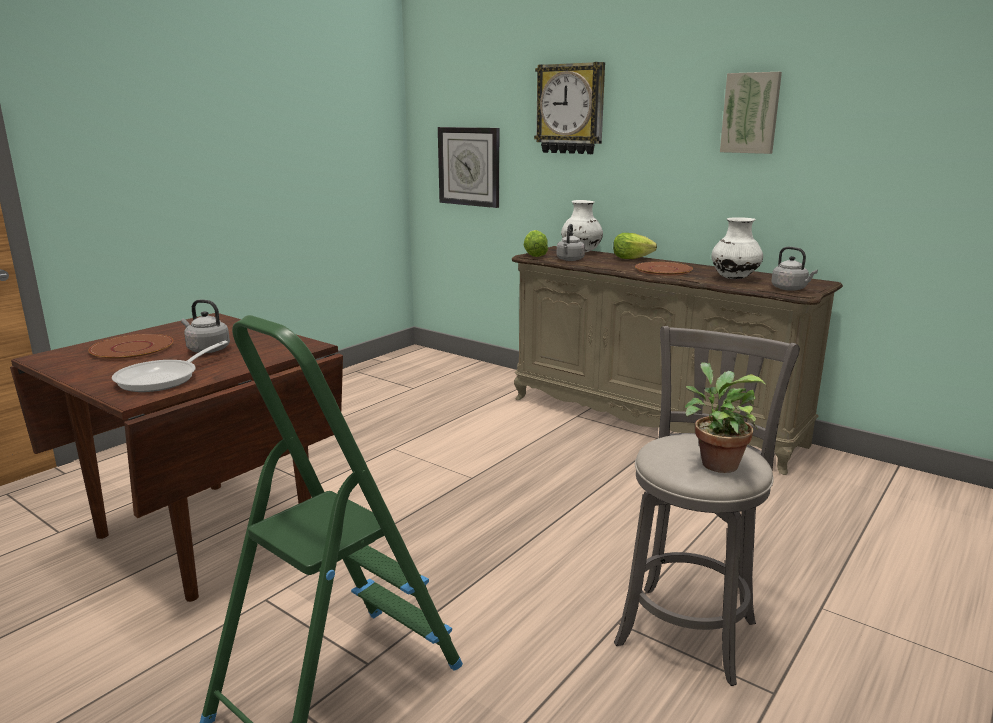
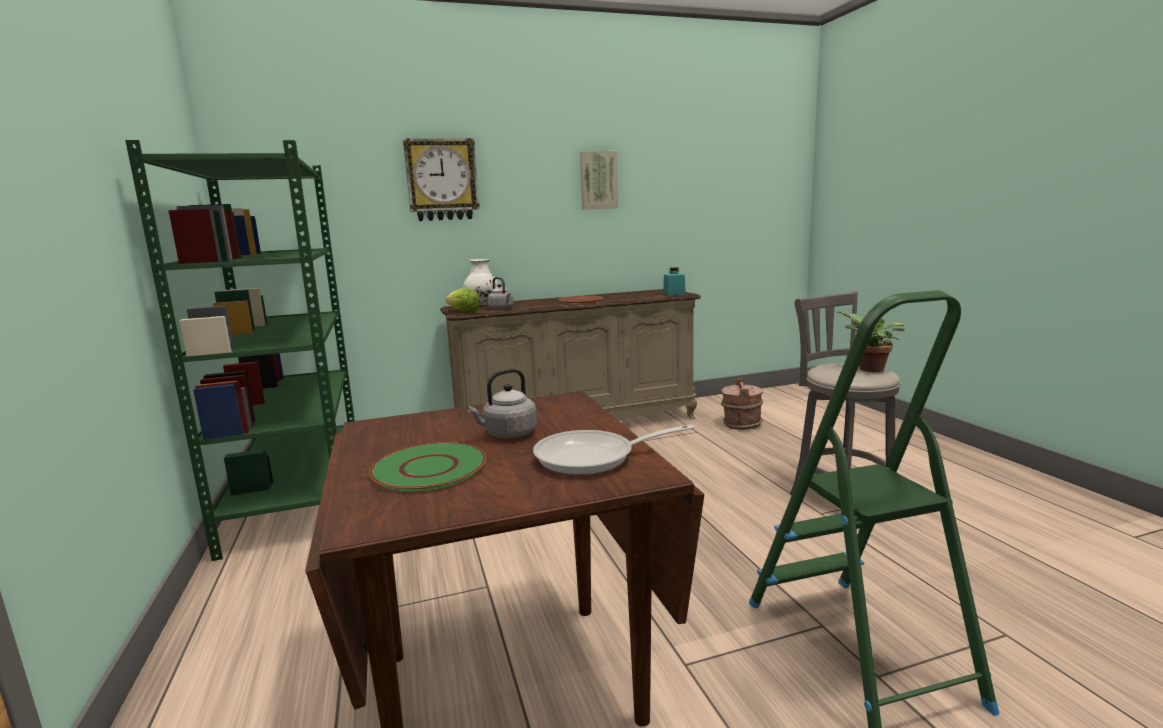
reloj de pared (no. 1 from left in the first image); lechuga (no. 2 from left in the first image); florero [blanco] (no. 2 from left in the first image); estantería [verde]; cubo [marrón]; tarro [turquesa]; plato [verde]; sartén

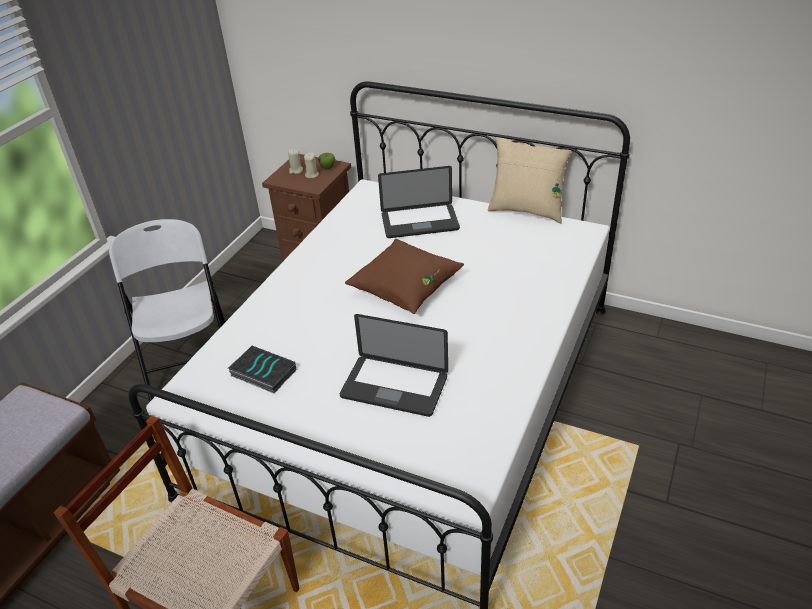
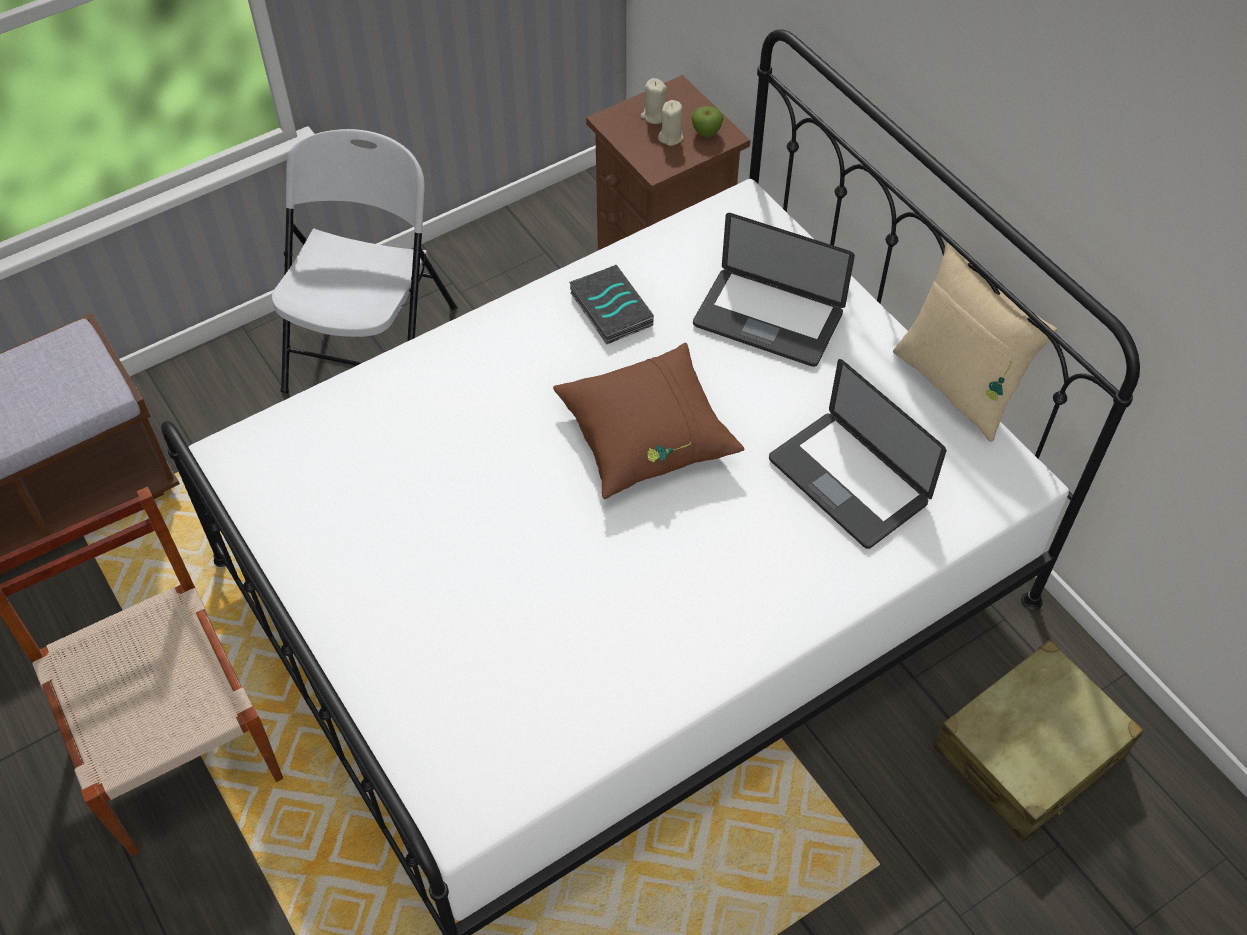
maleta [beis]; libro; portátil (no. 2 from left)

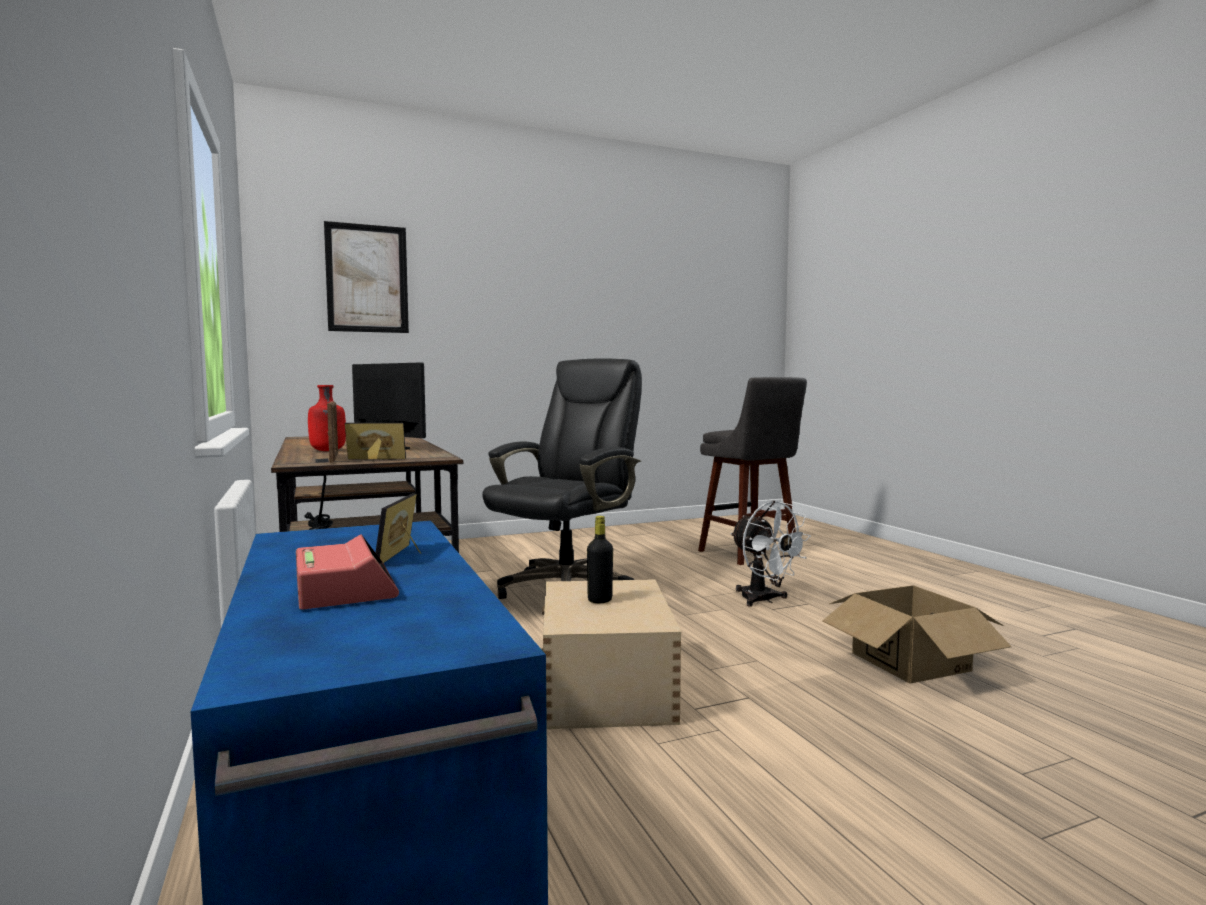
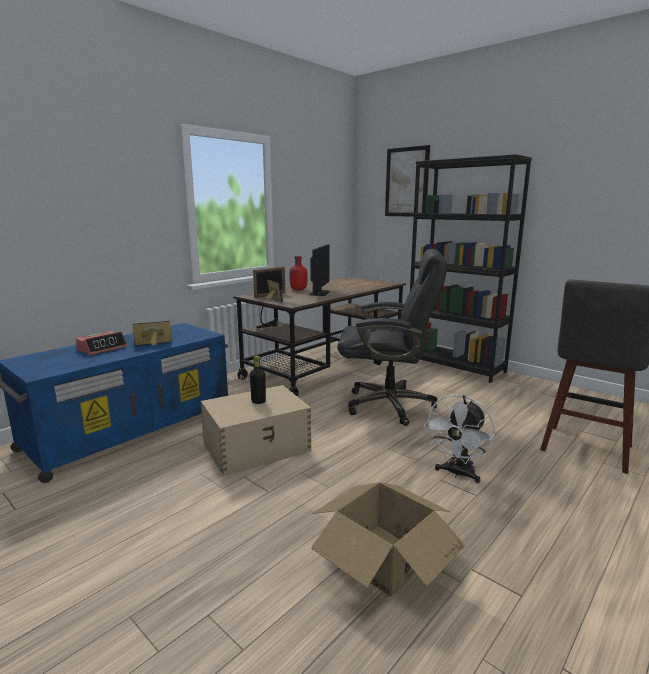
estantería [negro]

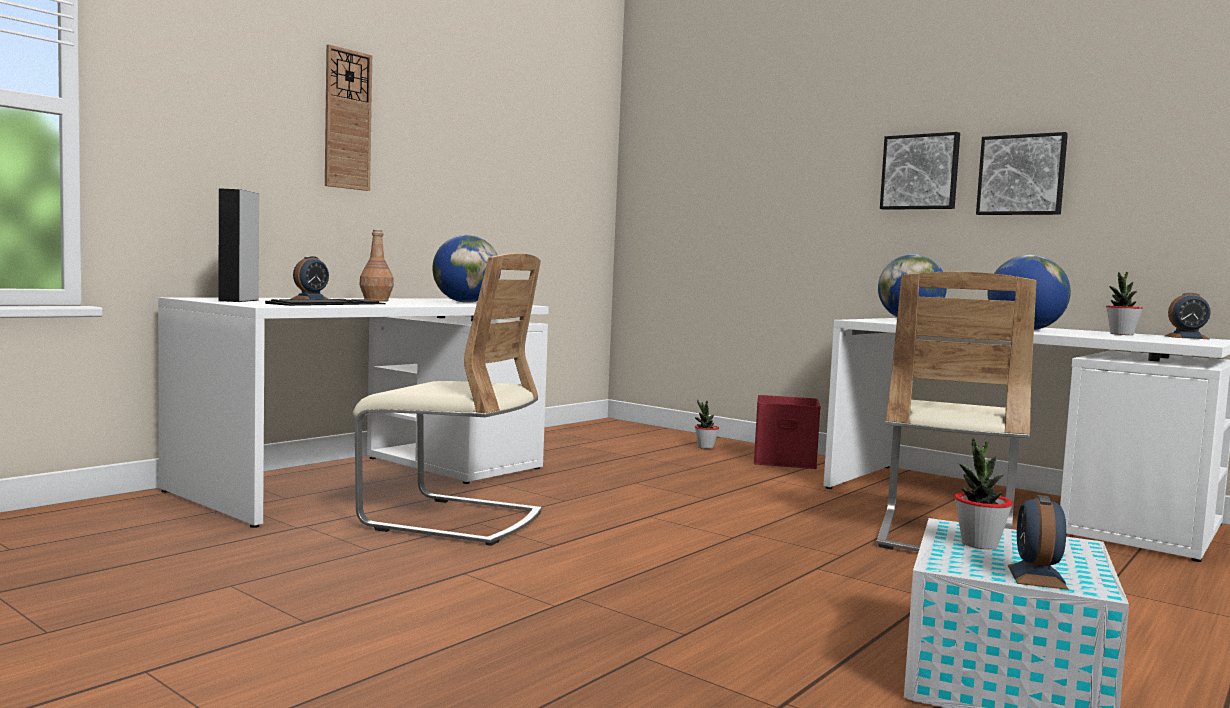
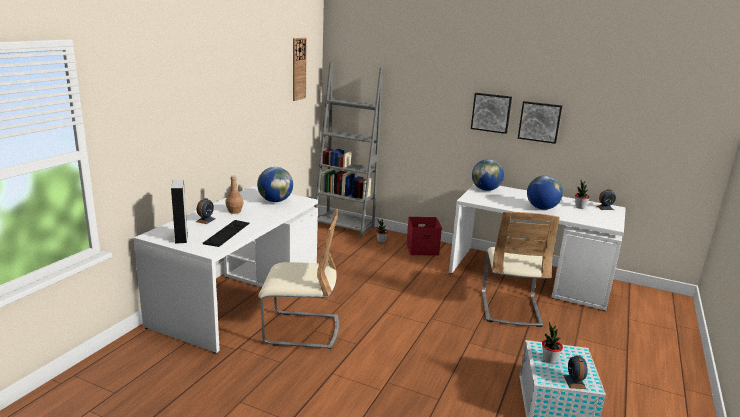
estantería [gris]; reloj de pared

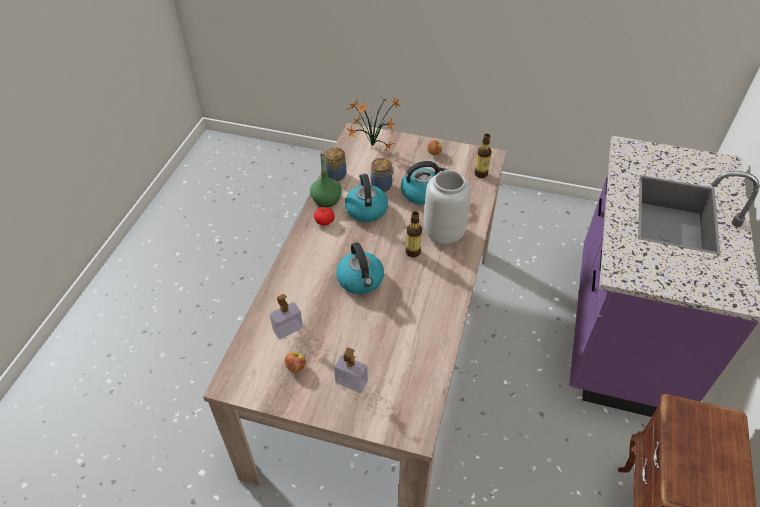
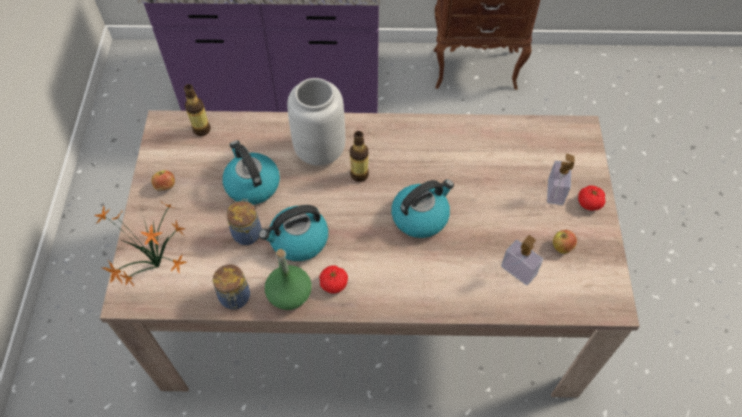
tomate (no. 2 from left)

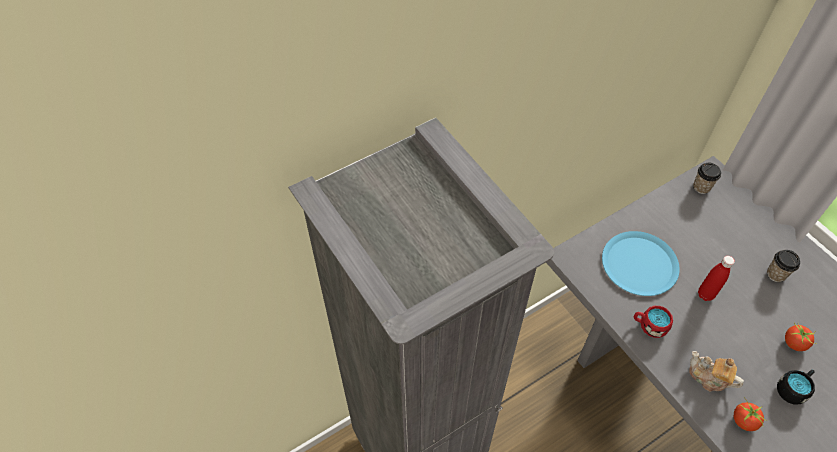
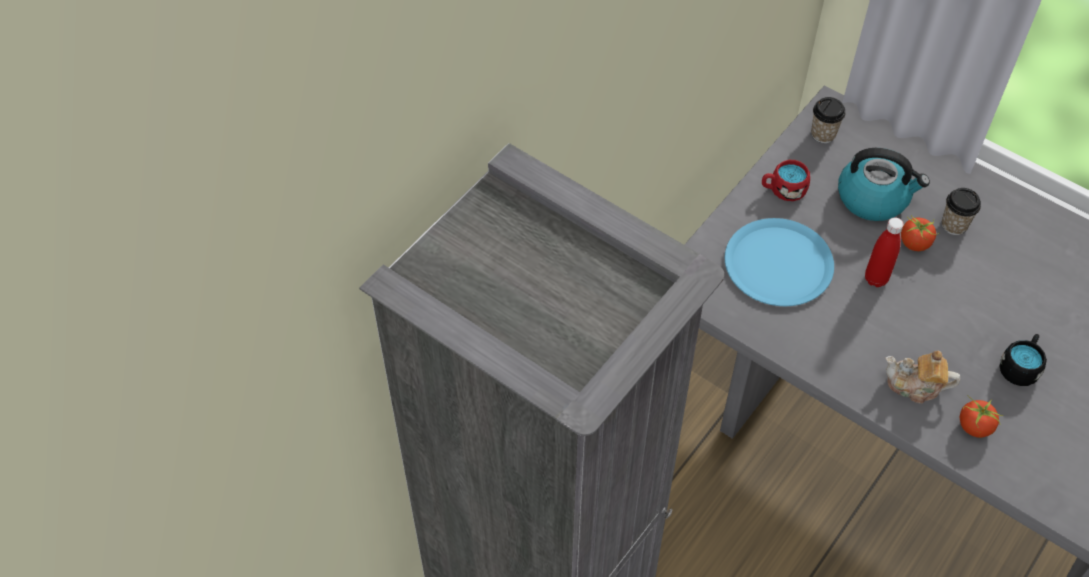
hervidor; taza grande [rojo]; tomate (no. 1 from left)

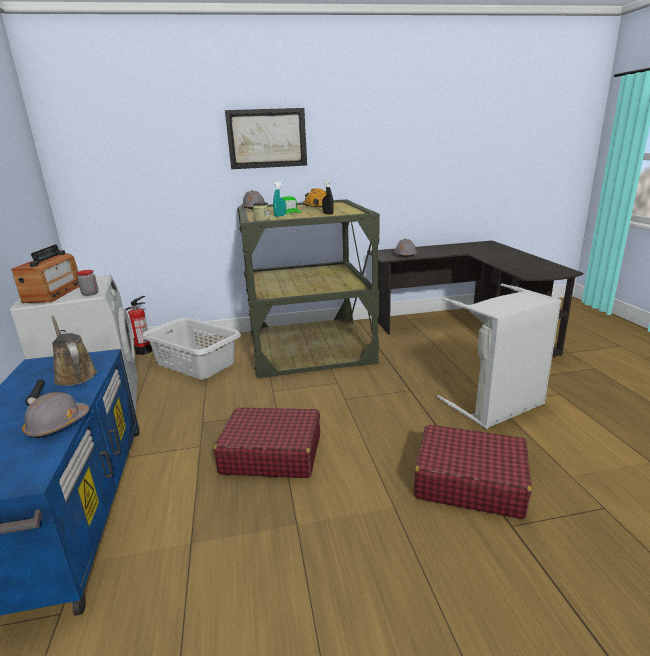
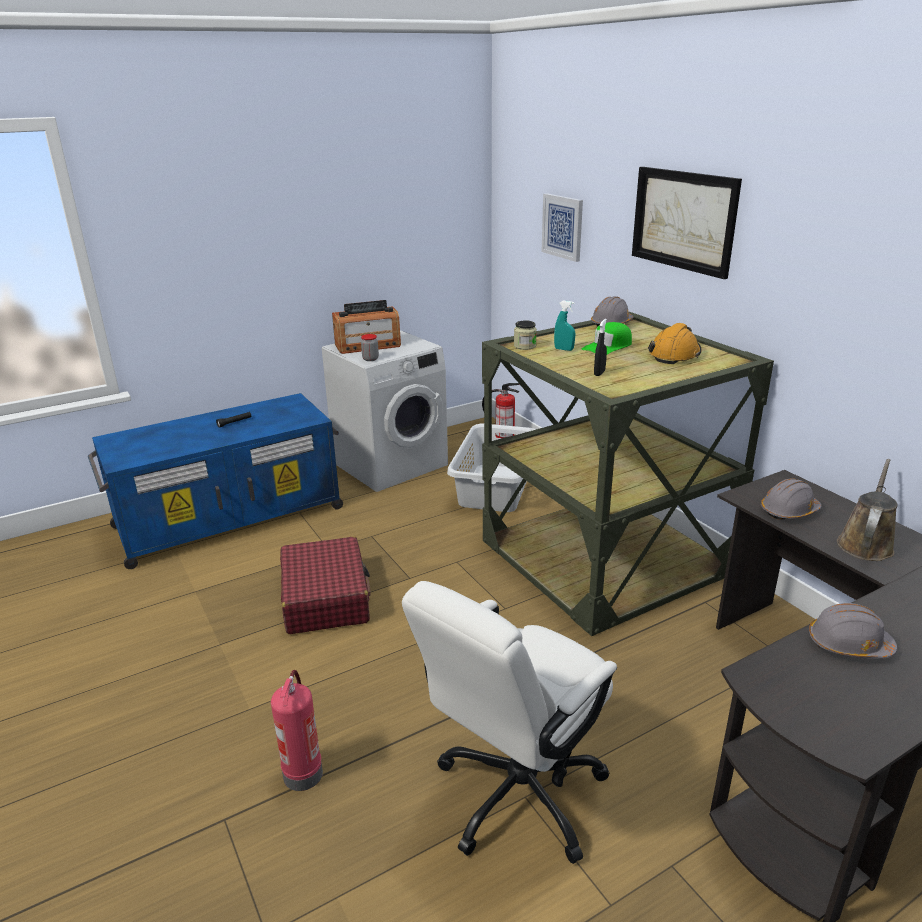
cuadro (no. 1 from left); casco [gris] (no. 3 from left); regadera [marrón]; extintor (no. 1 from left); silla de oficina [blanco]

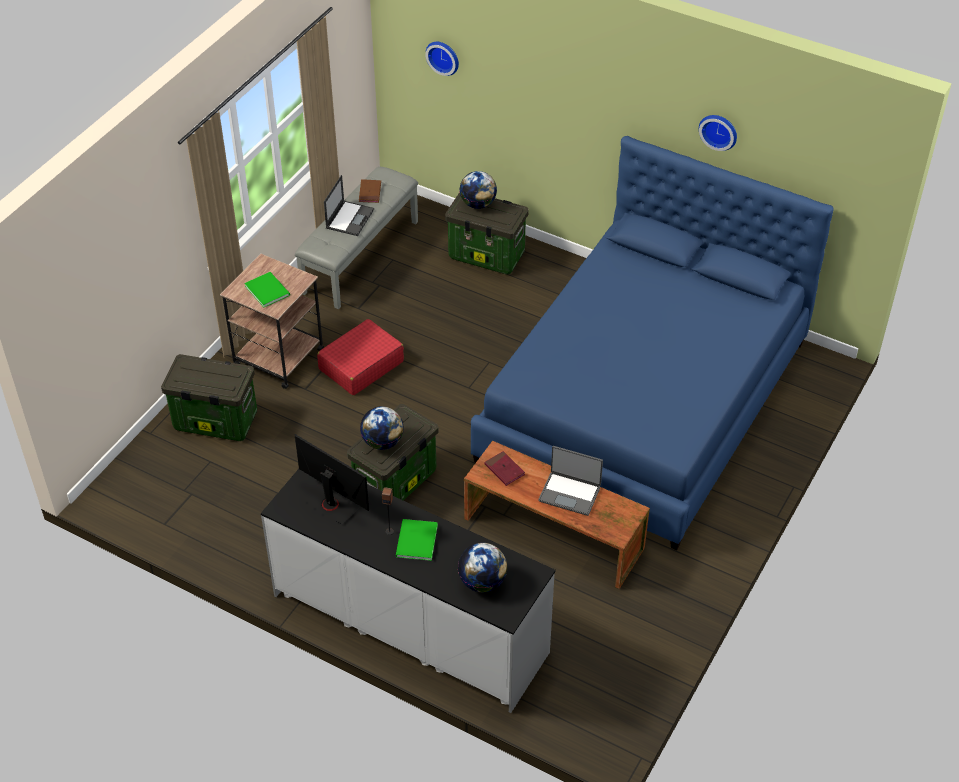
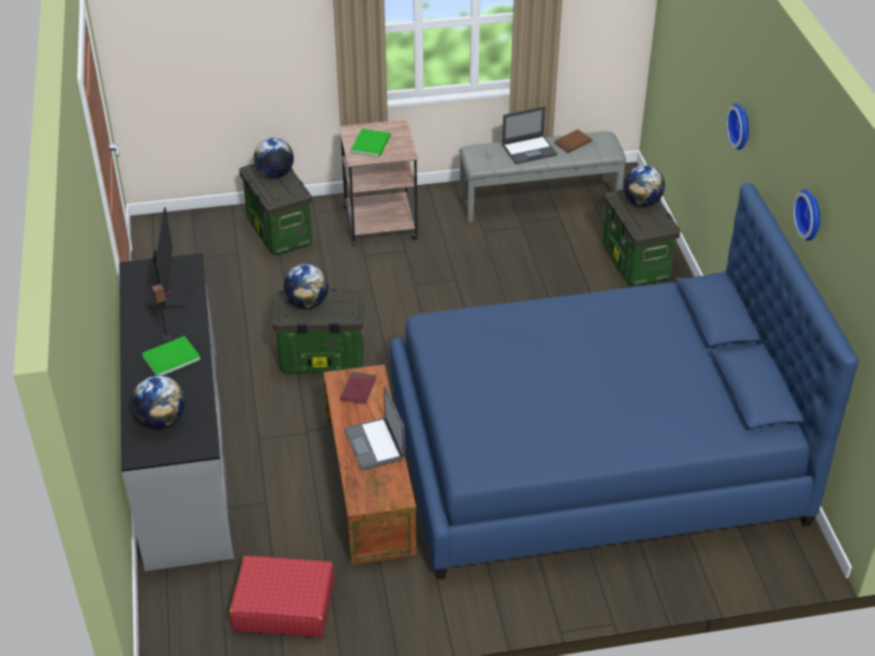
globo terráqueo (no. 2 from left); maleta [rojo]; reloj de pared (no. 1 from left)

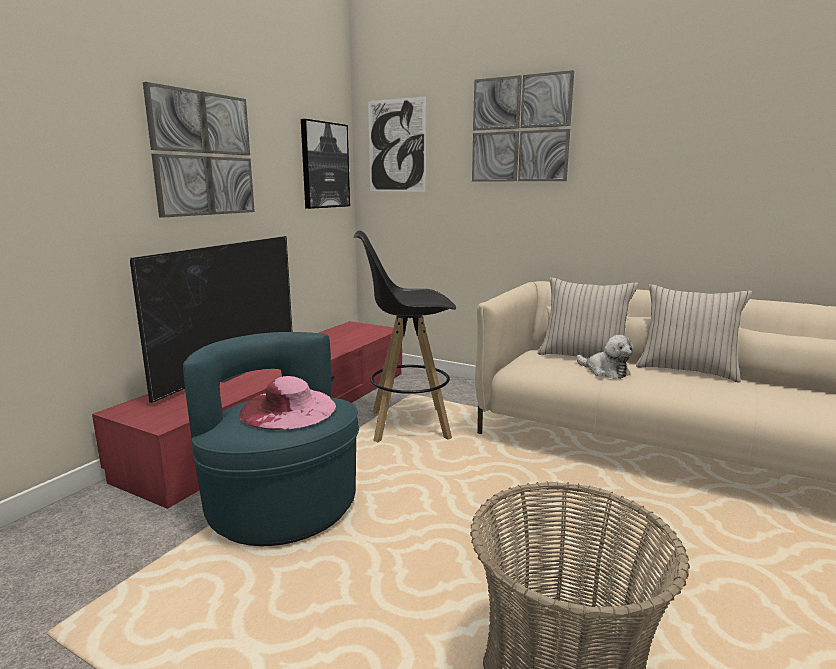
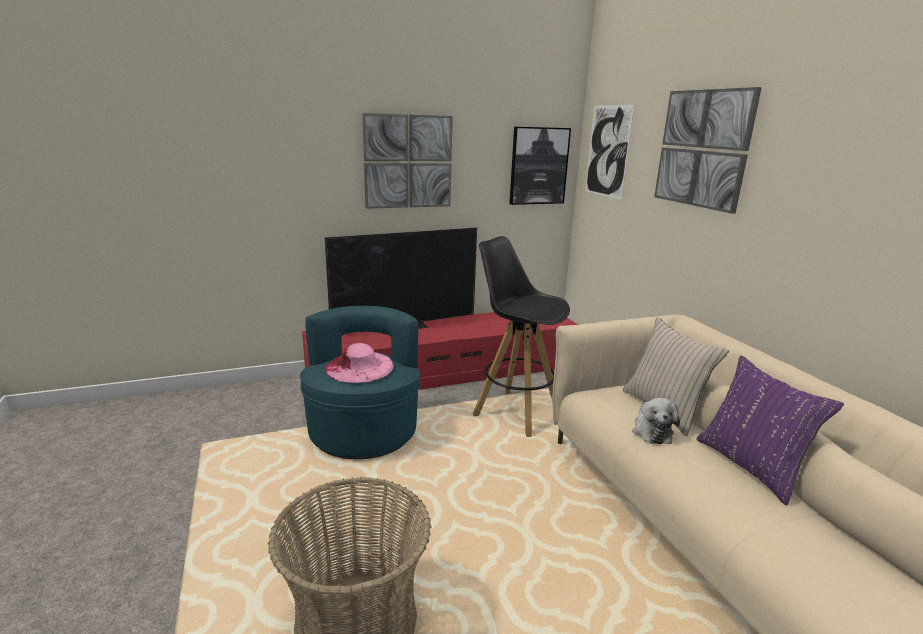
cojín [morado]

